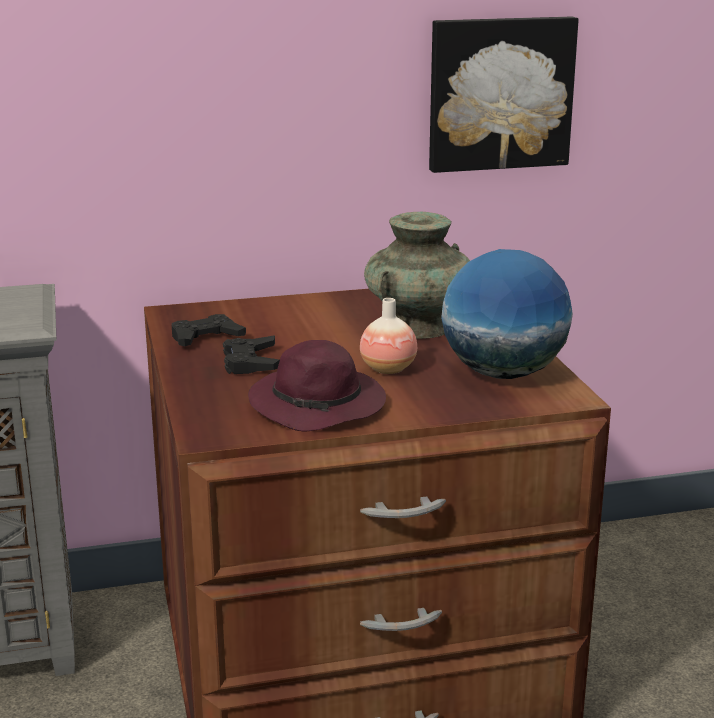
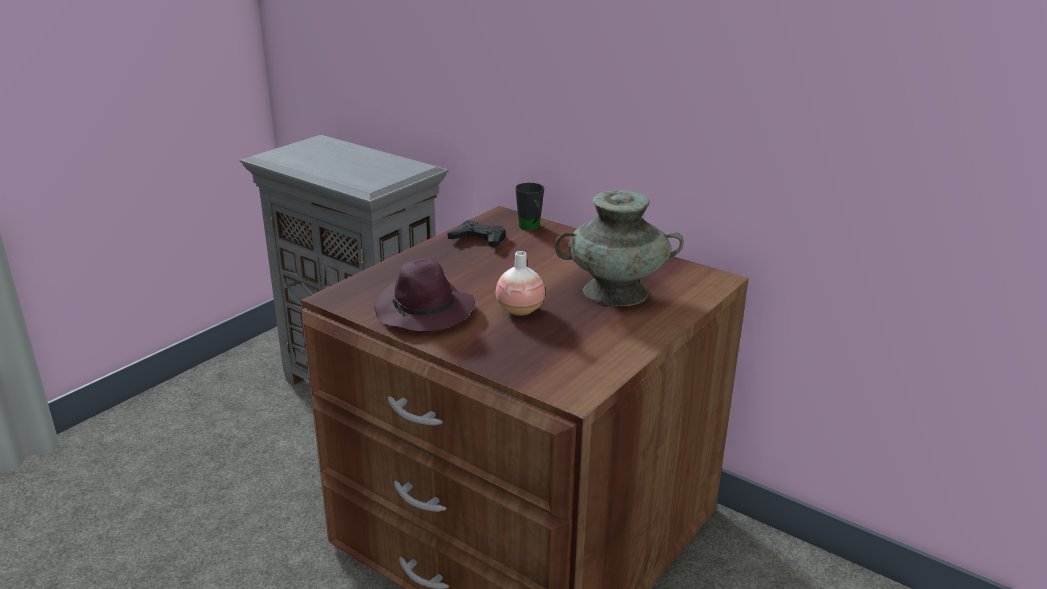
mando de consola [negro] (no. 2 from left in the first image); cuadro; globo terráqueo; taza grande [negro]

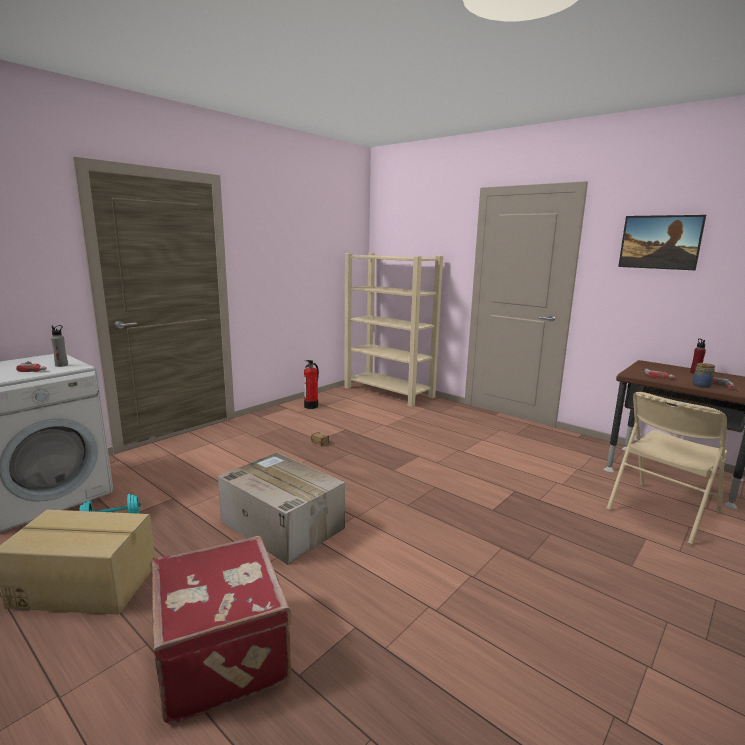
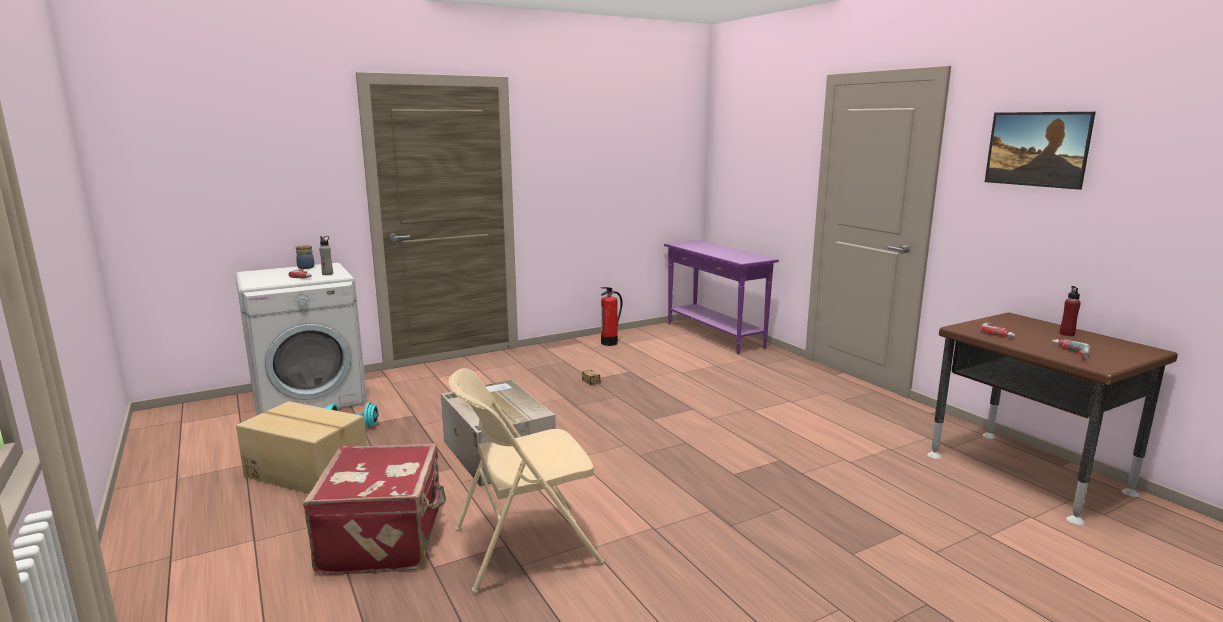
silla [beis]; tarro; mesa consola [morado]

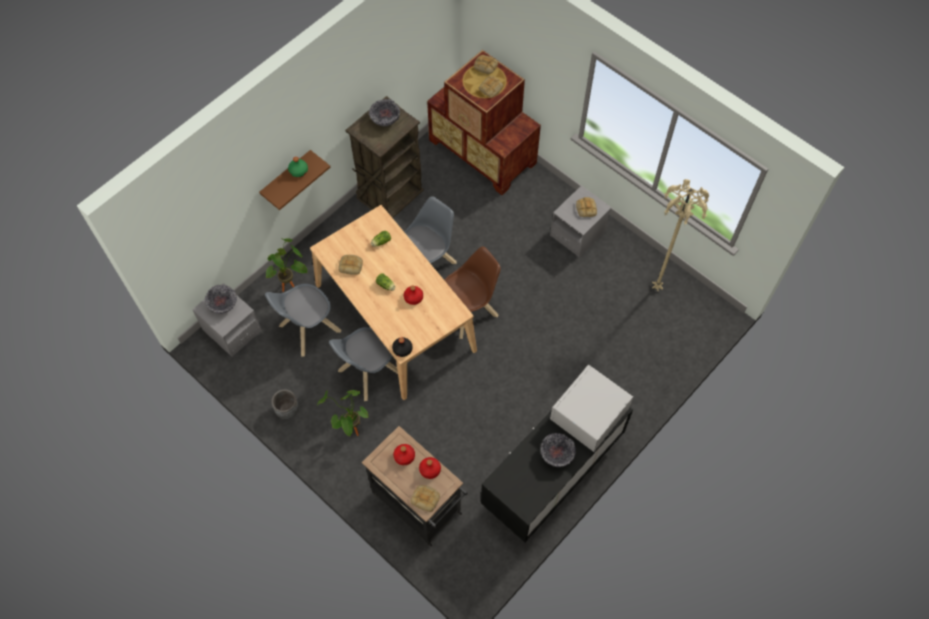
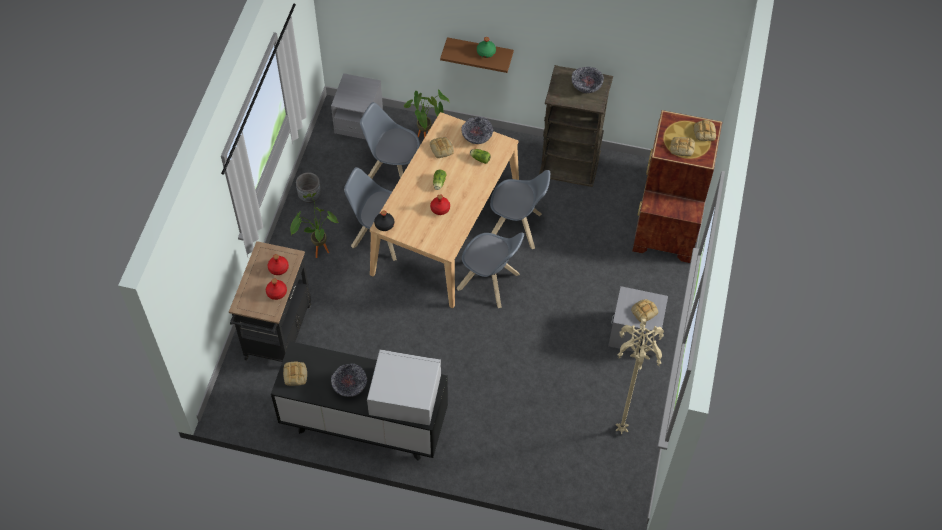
cuenco (no. 2 from left); pan (no. 1 from left); silla [gris] (no. 3 from left)

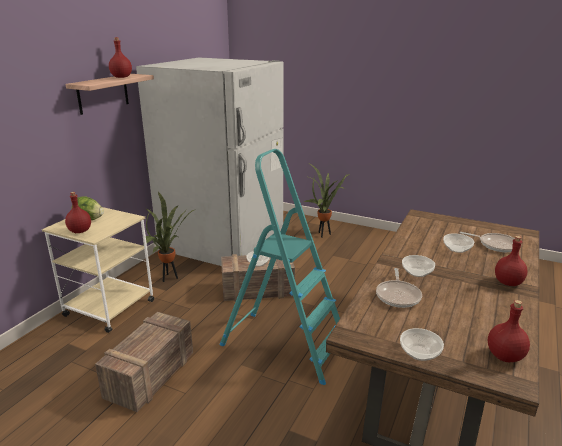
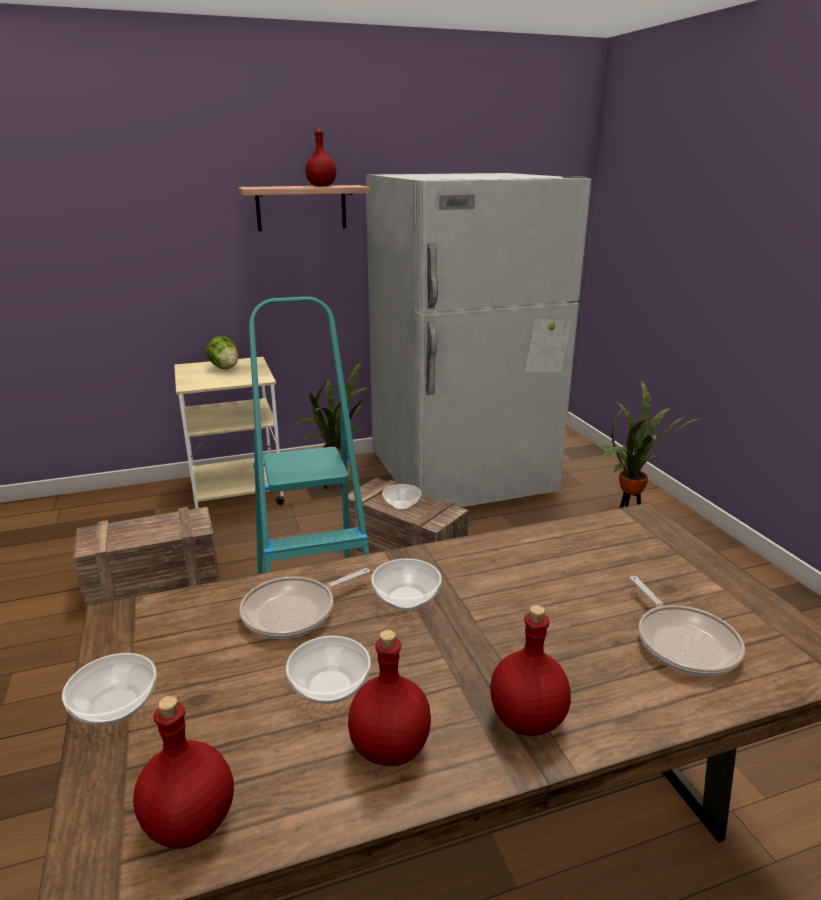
botella [rojo] (no. 3 from left); cuenco (no. 2 from left)

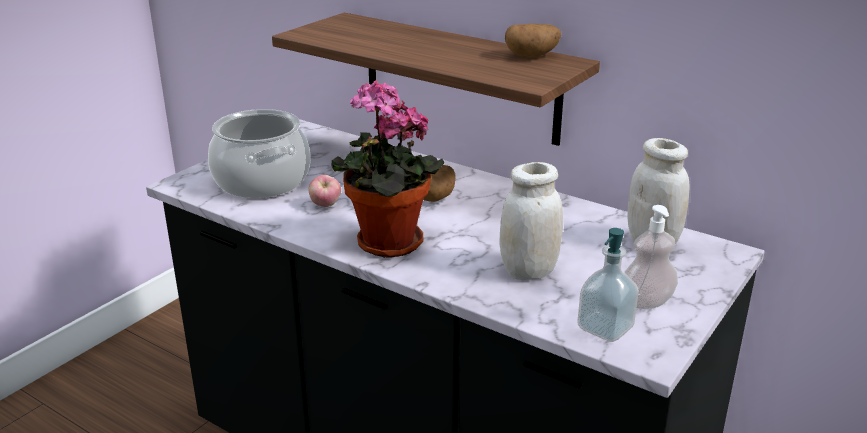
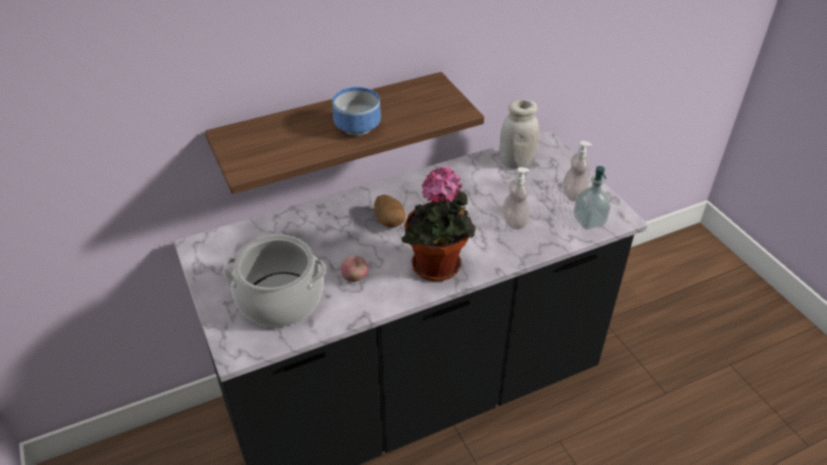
patata (no. 2 from left in the first image); cuenco; dispensador de jabón (no. 1 from left)

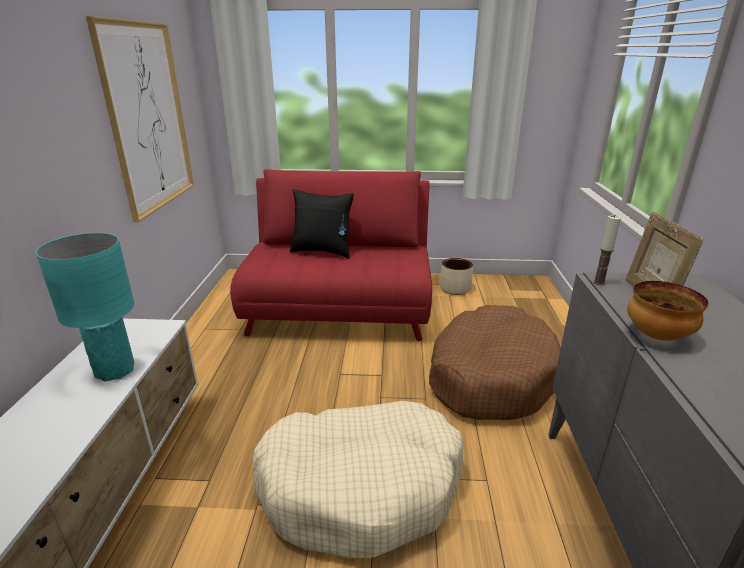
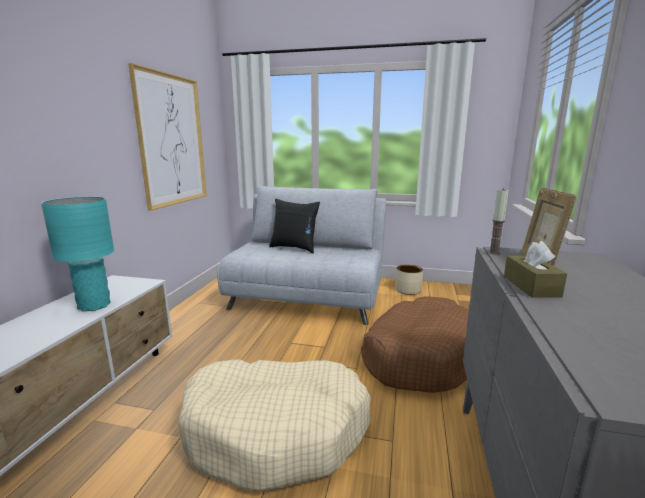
caja de pañuelos [marrón]; sofá [gris]

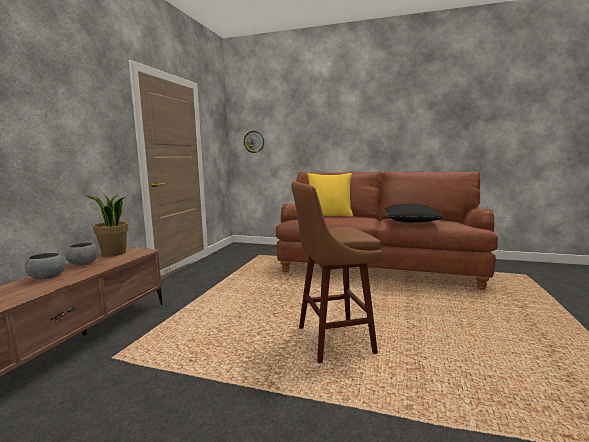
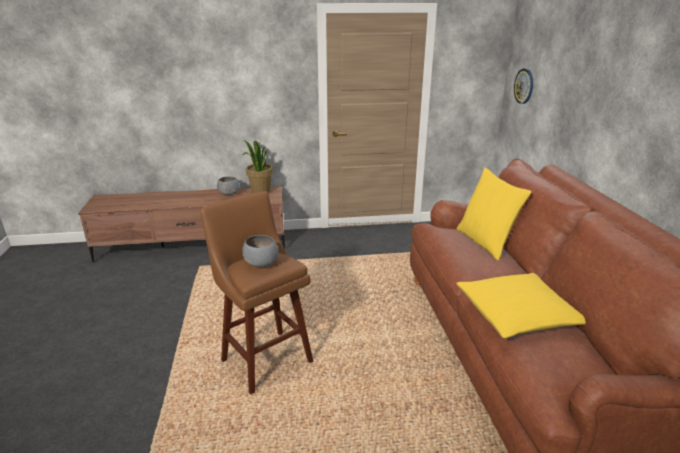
cuenco [gris] (no. 2 from left); cojín [amarillo] (no. 2 from left)

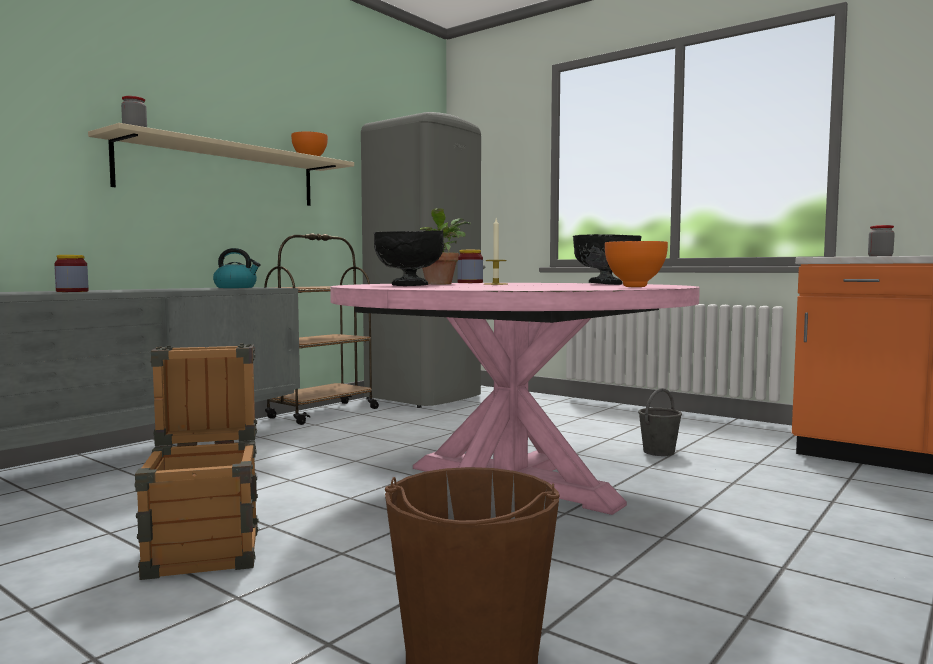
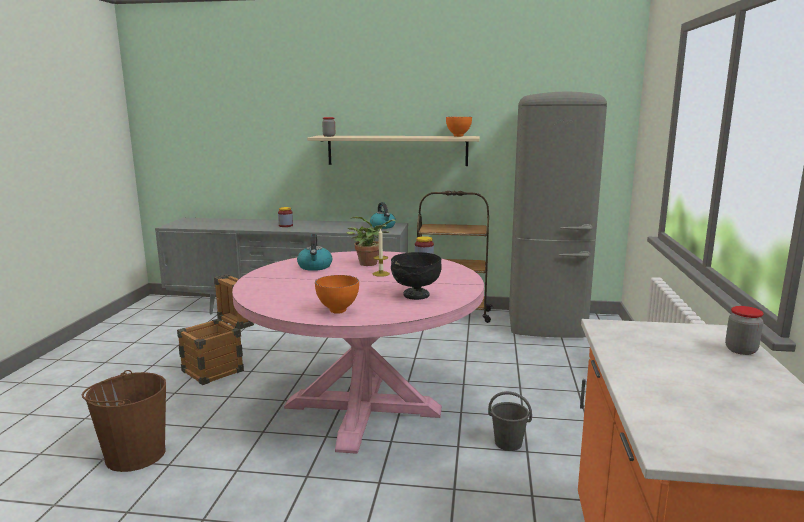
hervidor (no. 1 from left)

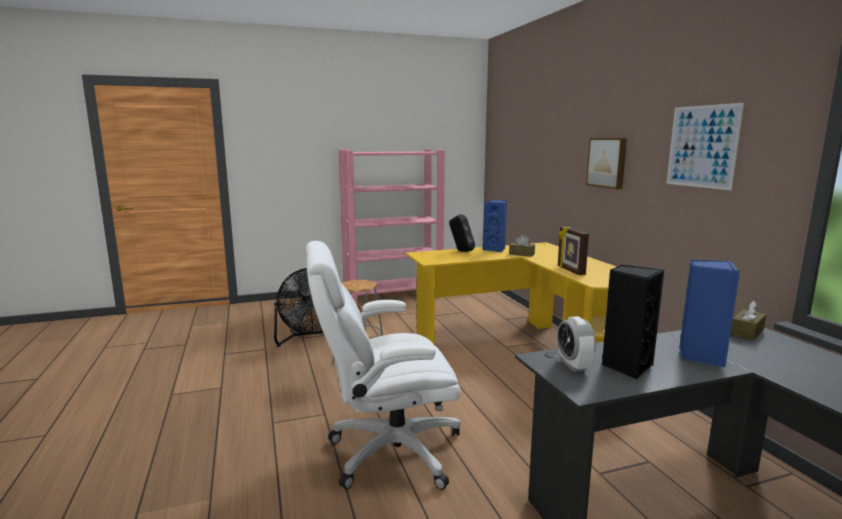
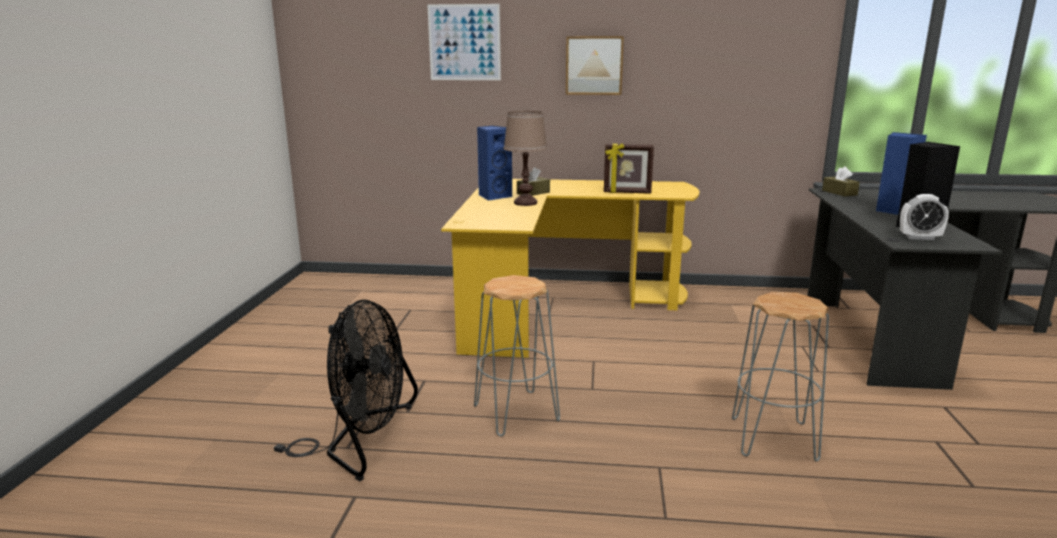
estantería [rosa]; altavoz [negro] (no. 1 from left in the first image); lámpara de mesa [marrón]; cuadro (no. 1 from left); taburete [gris] (no. 2 from left)

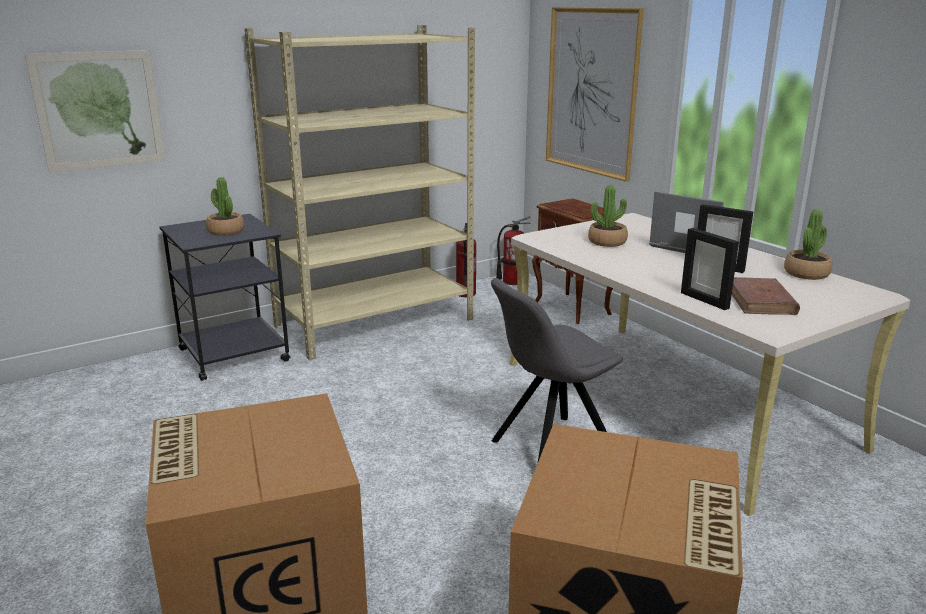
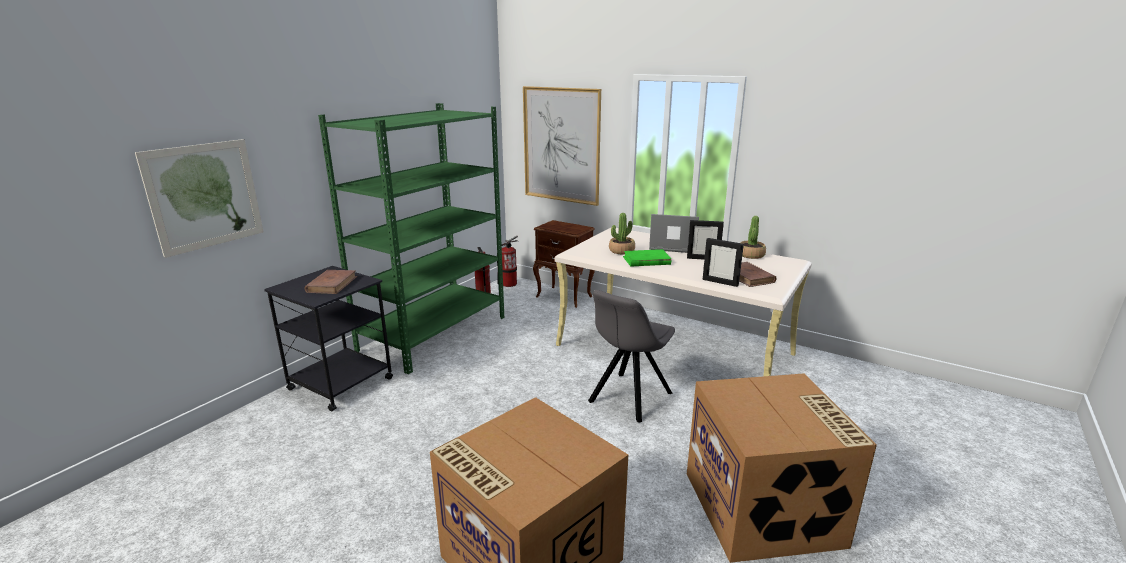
libro [verde]; libro [marrón] (no. 1 from left); estantería [verde]

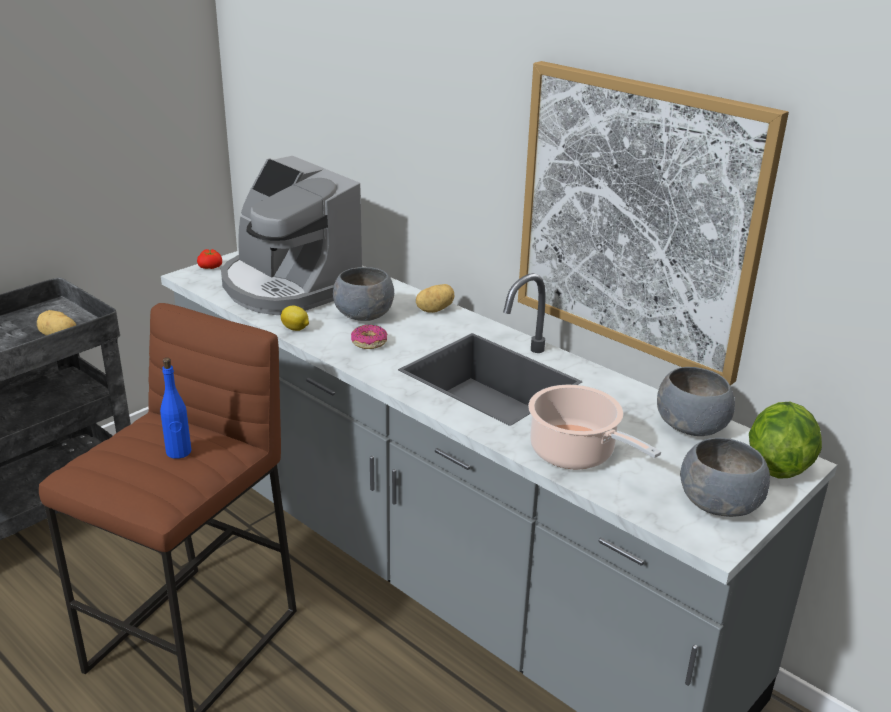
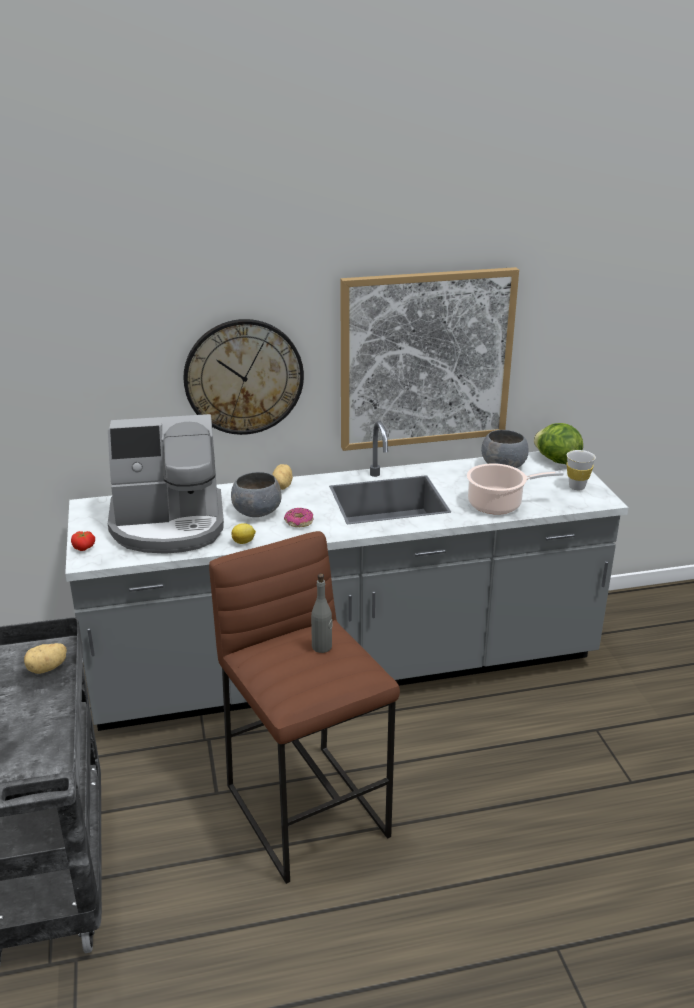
reloj de pared; taza [blanco]; botella [gris]

